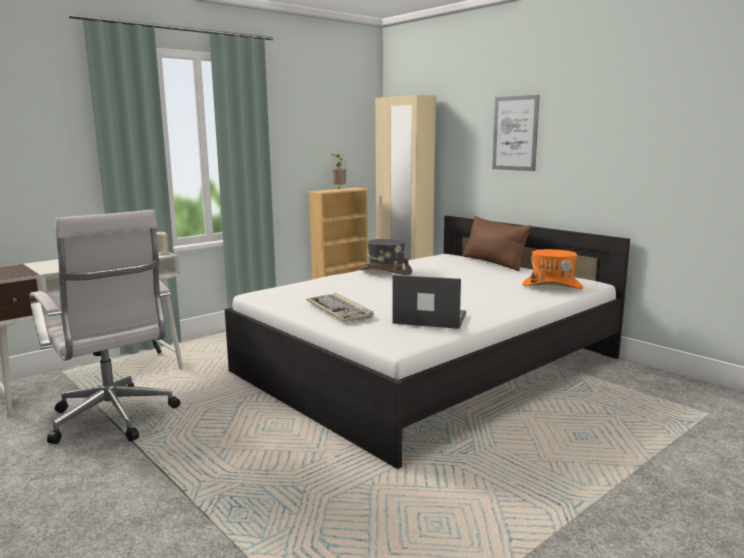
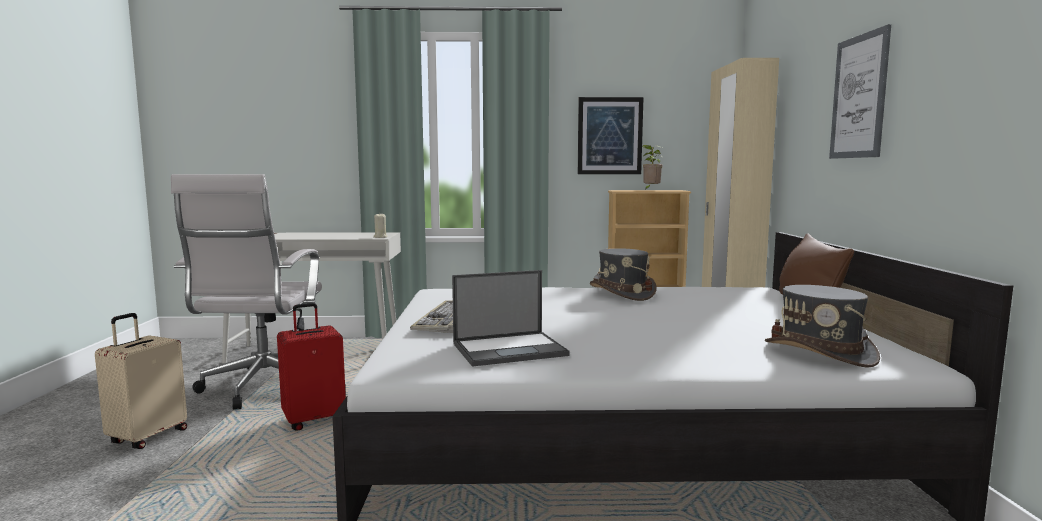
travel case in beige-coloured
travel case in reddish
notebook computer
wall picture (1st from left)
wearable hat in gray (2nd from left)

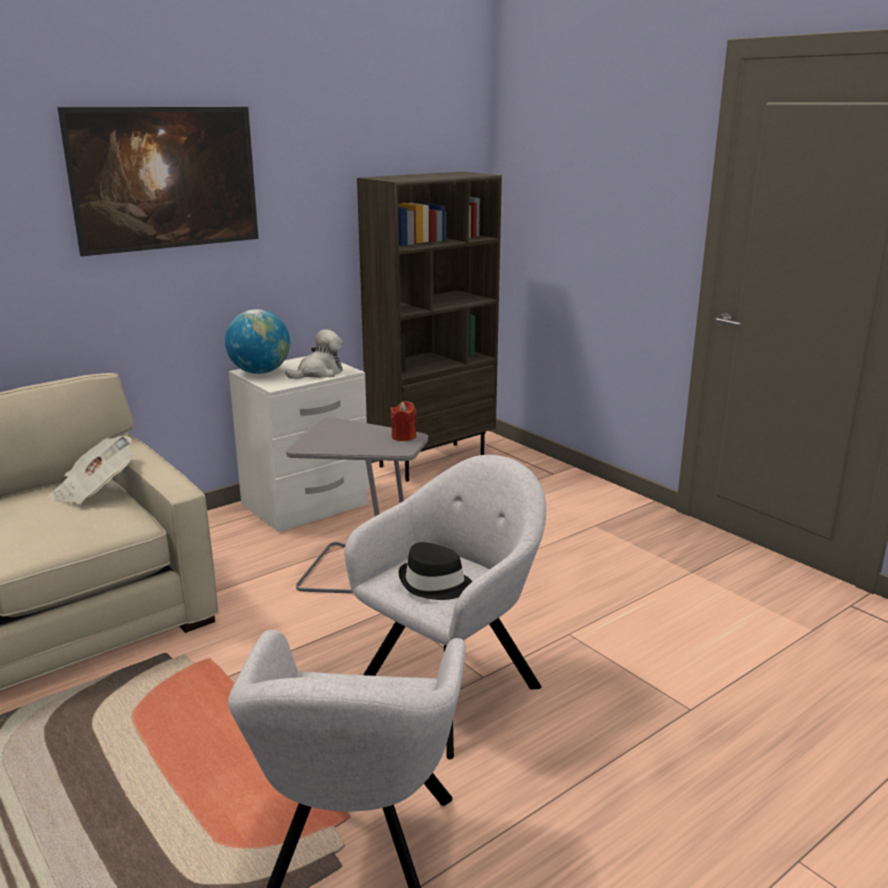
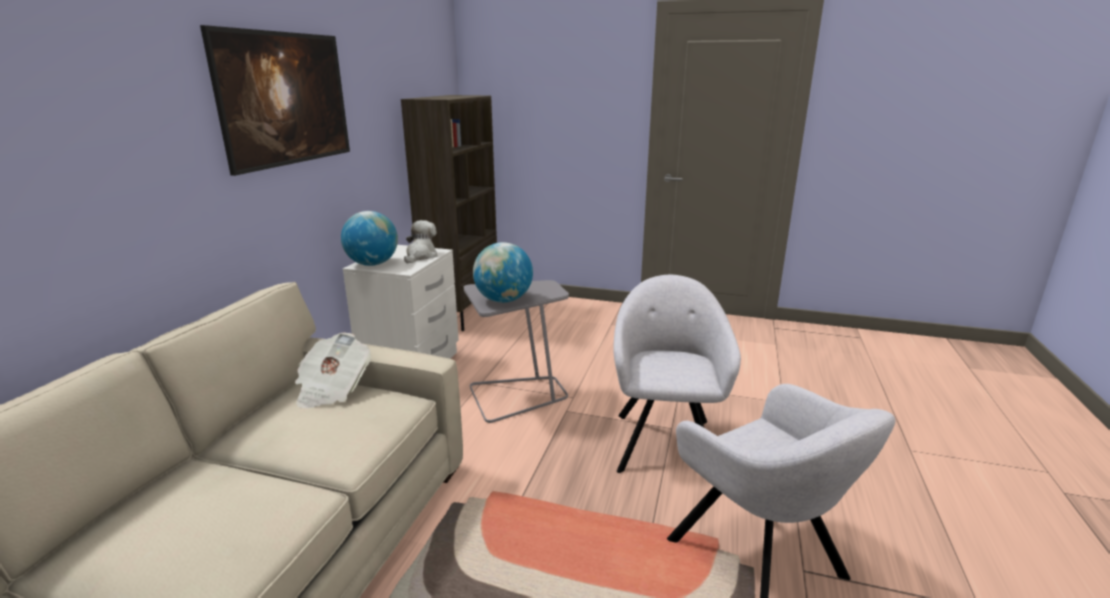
world globe (2nd from left)
candle in reddish
wearable hat in black

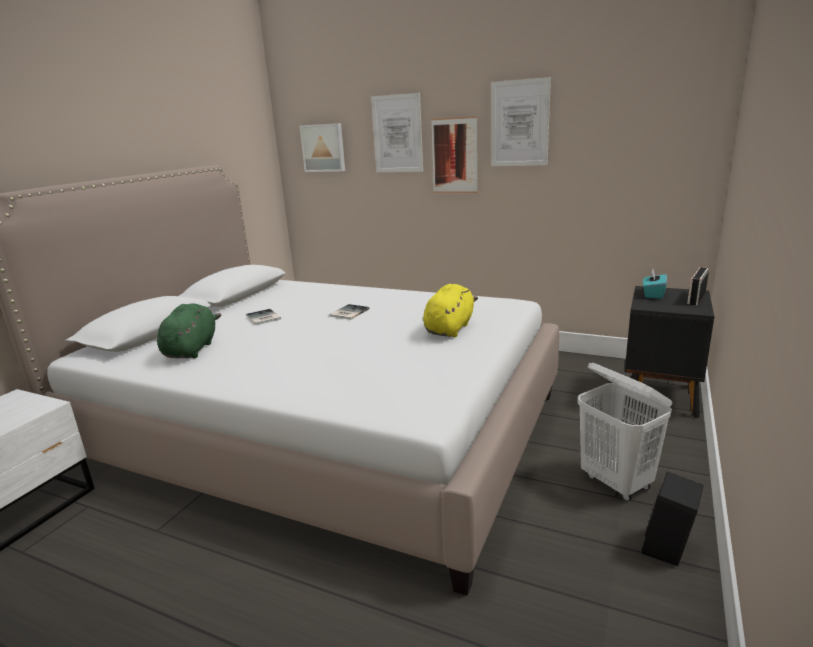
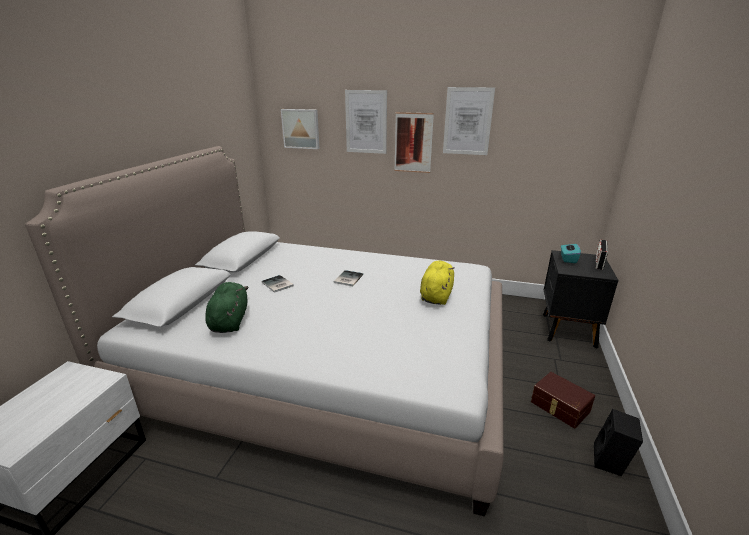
storage bin in brown

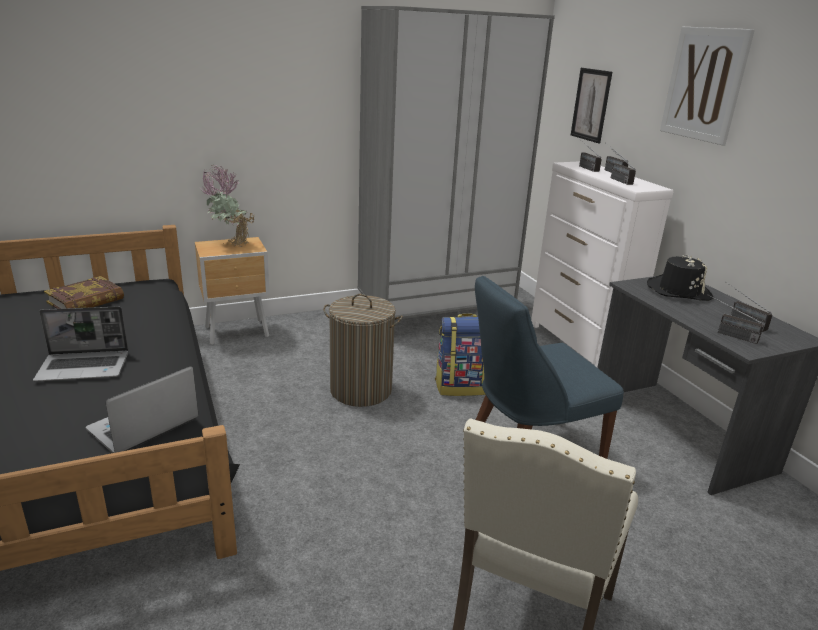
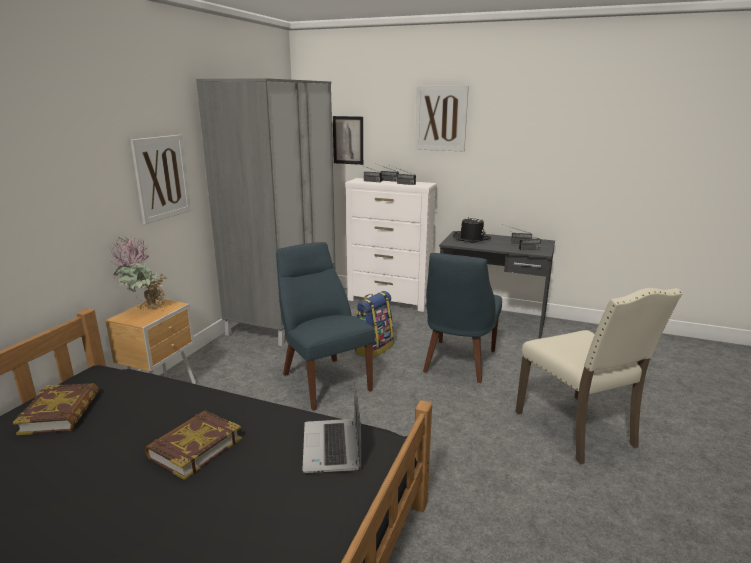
wall picture (1st from left)
volume (2nd from left)
chair in blue-coloured (1st from left)

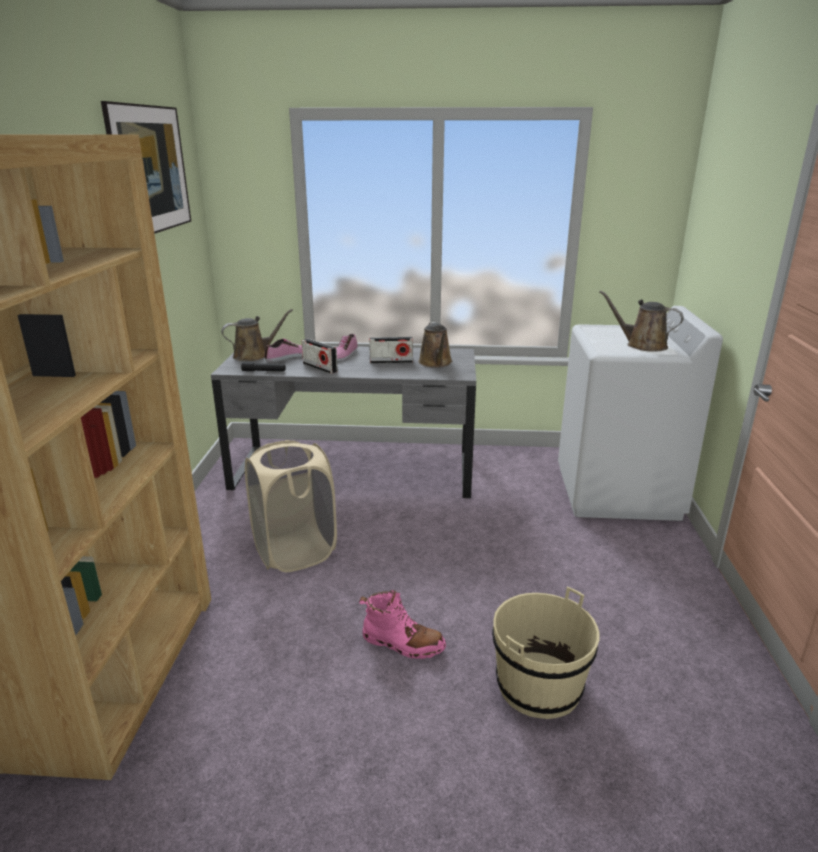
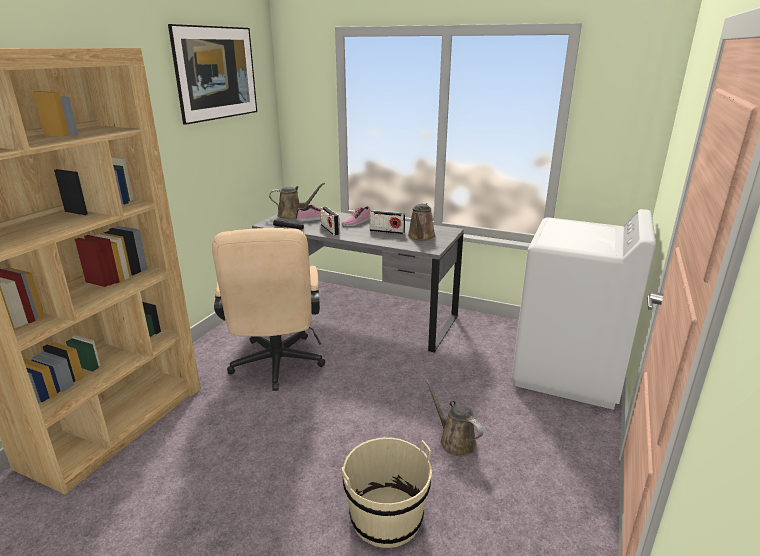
computer chair in beige-coloured
watering can in brown (3rd from left)
high-top boot in pink

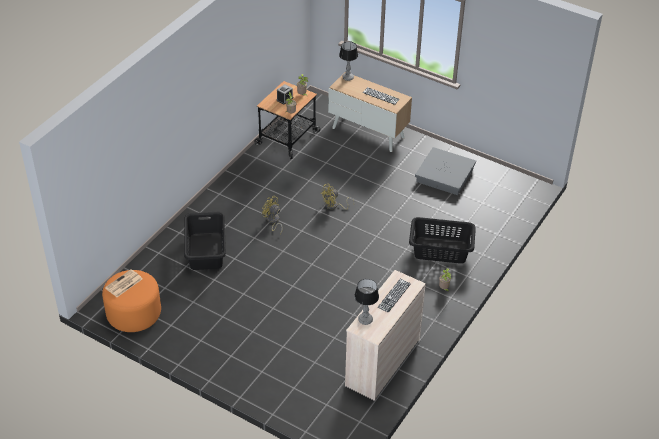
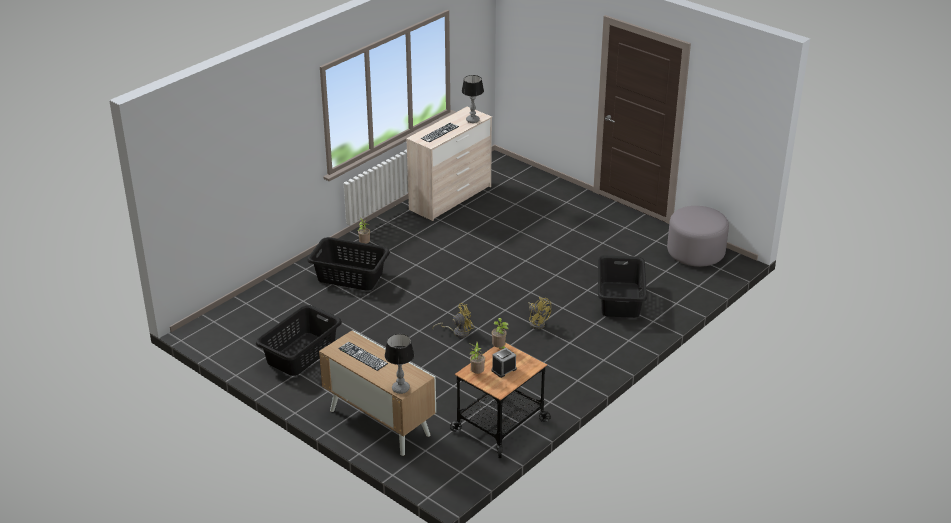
hamper in black (1st from left)
pouffe in gray
newspaper

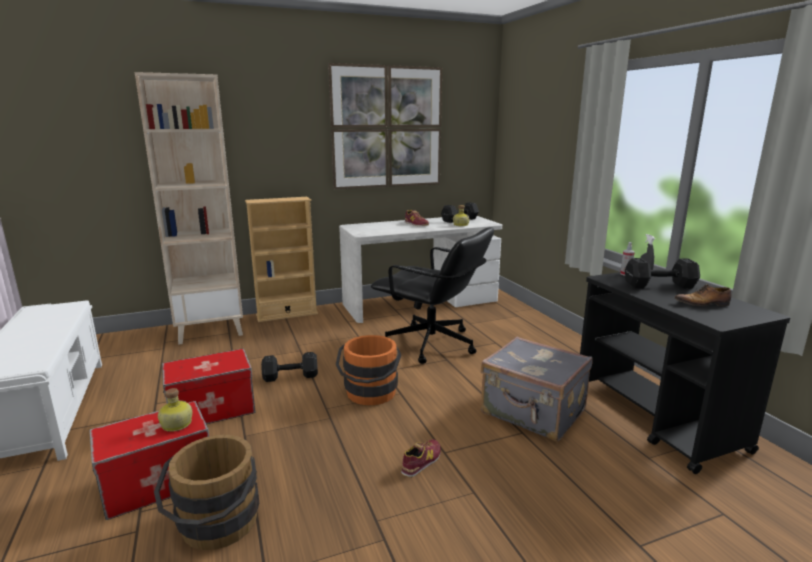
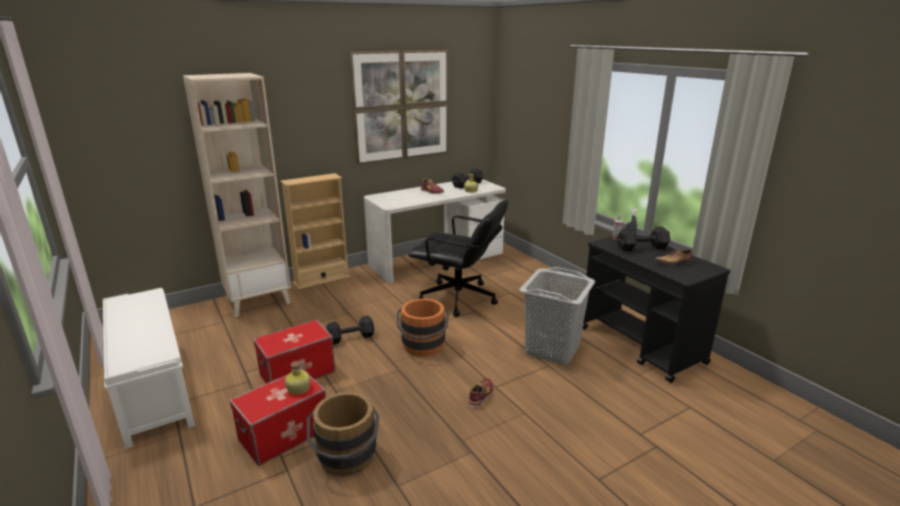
hamper in gray

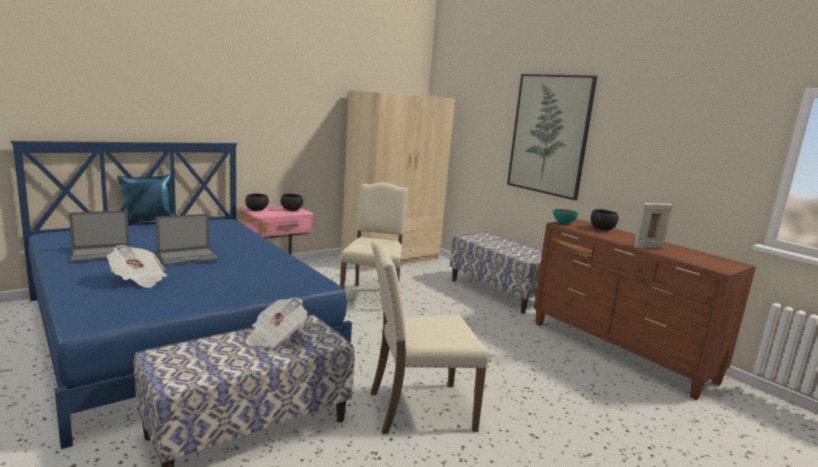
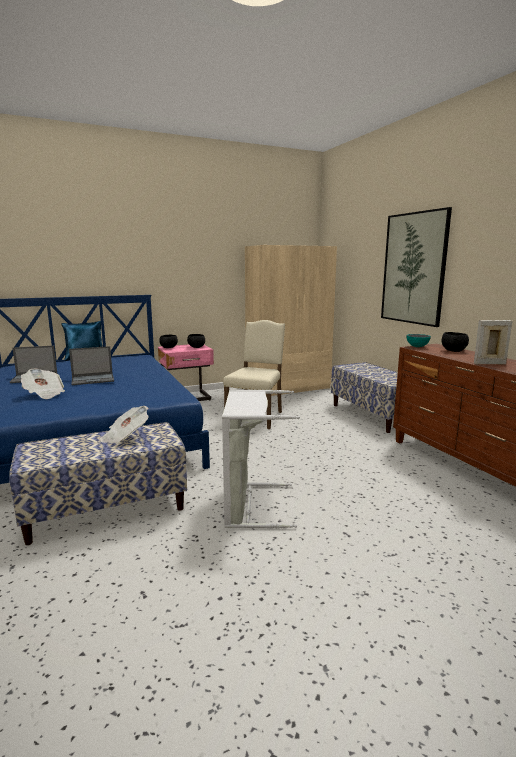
hamper in gray

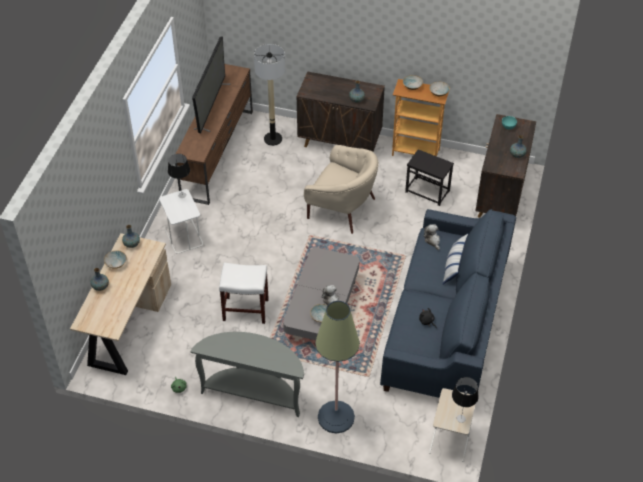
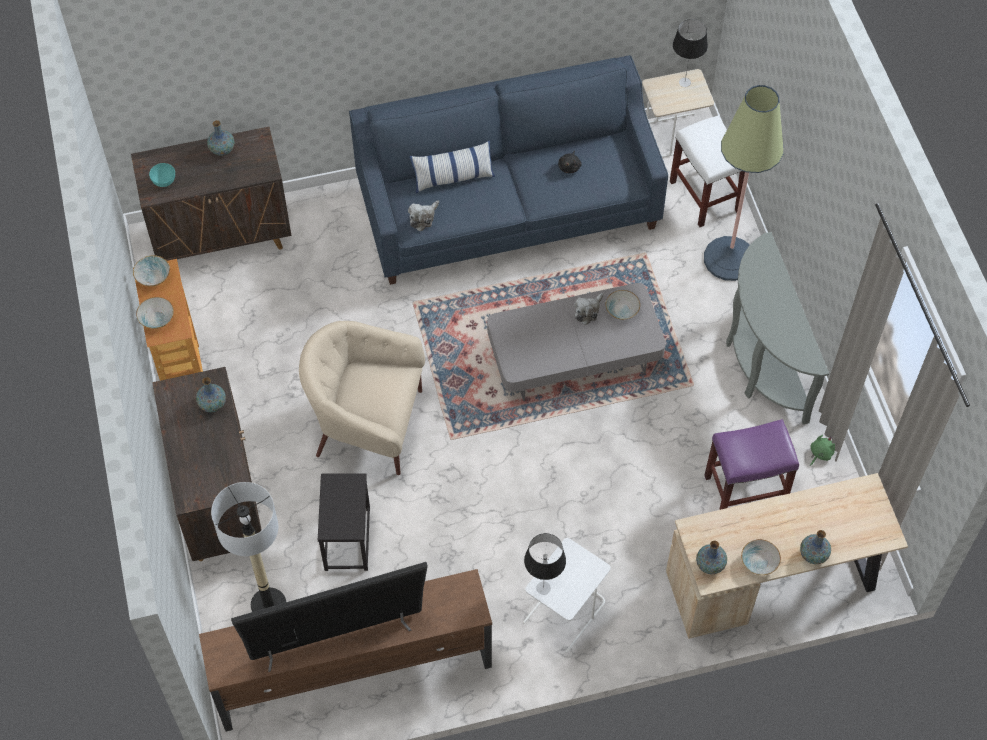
lounge chair in beige-coloured
accent table in black
sitting stool in whitish
sitting stool in purple

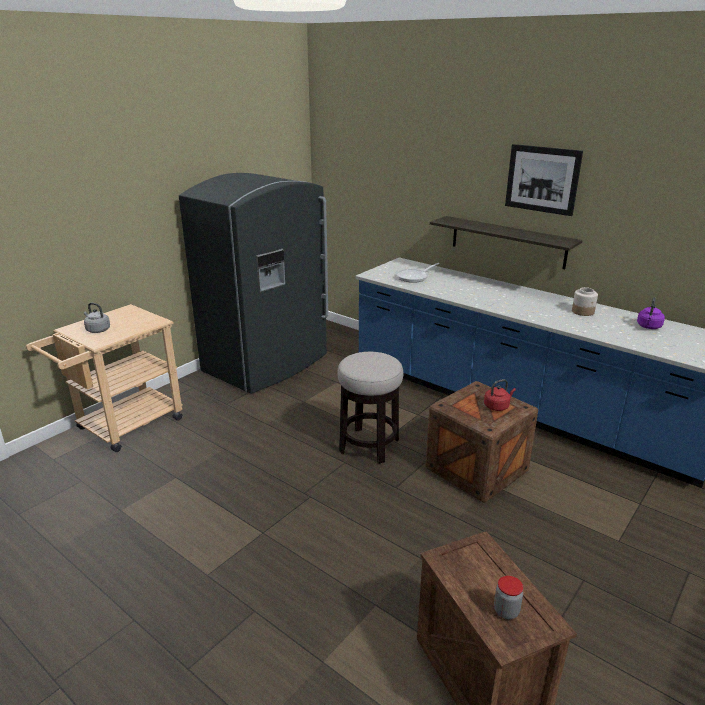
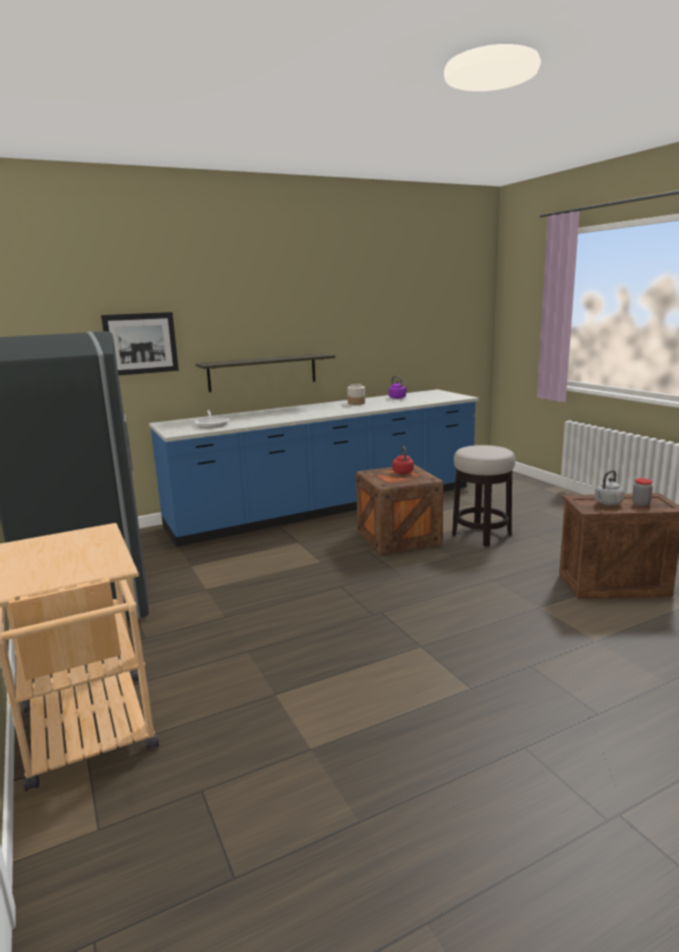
wall picture
sitting stool
kettle in gray

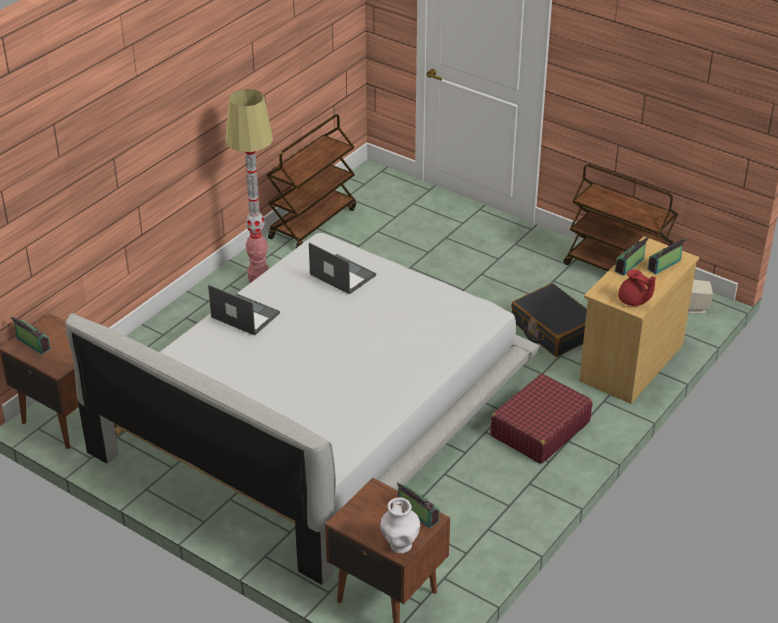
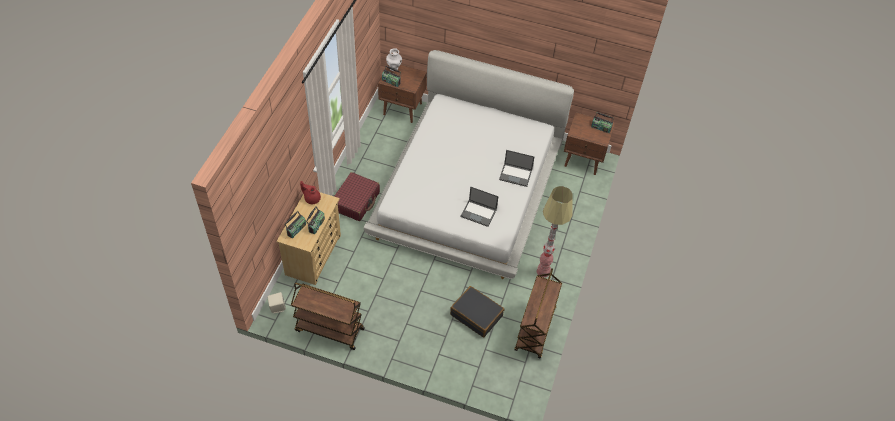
travel case in black

